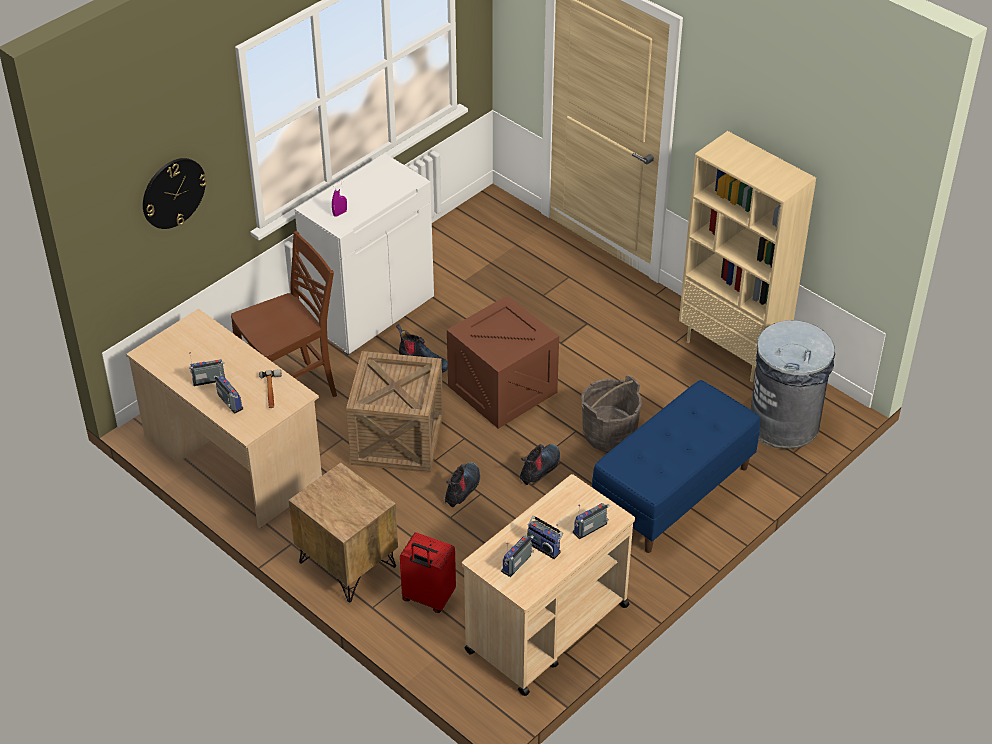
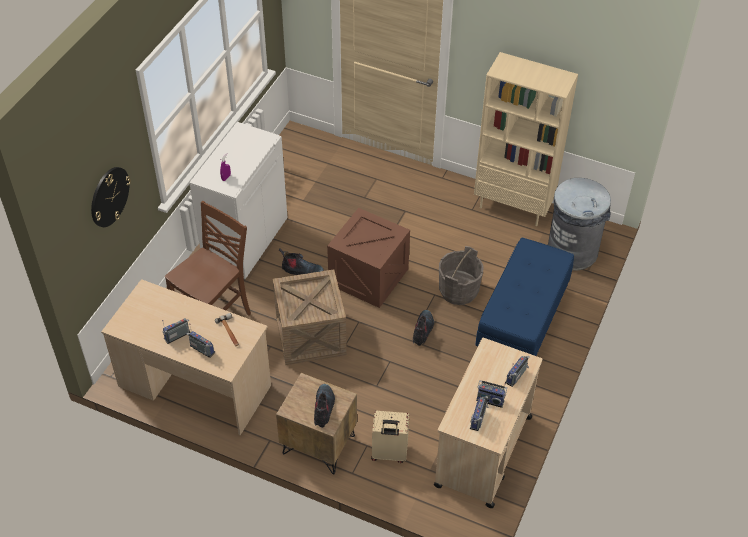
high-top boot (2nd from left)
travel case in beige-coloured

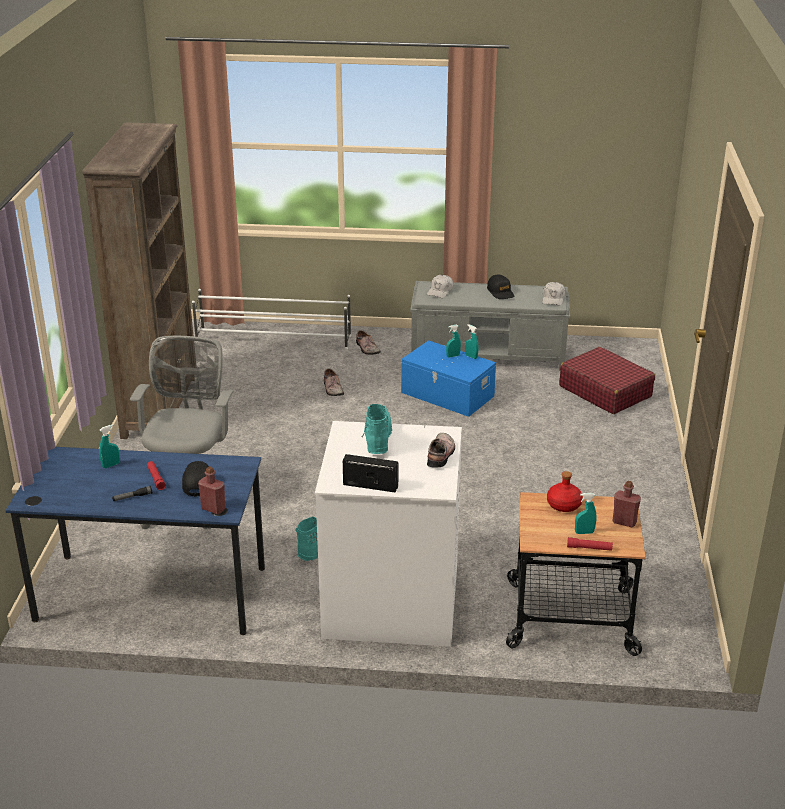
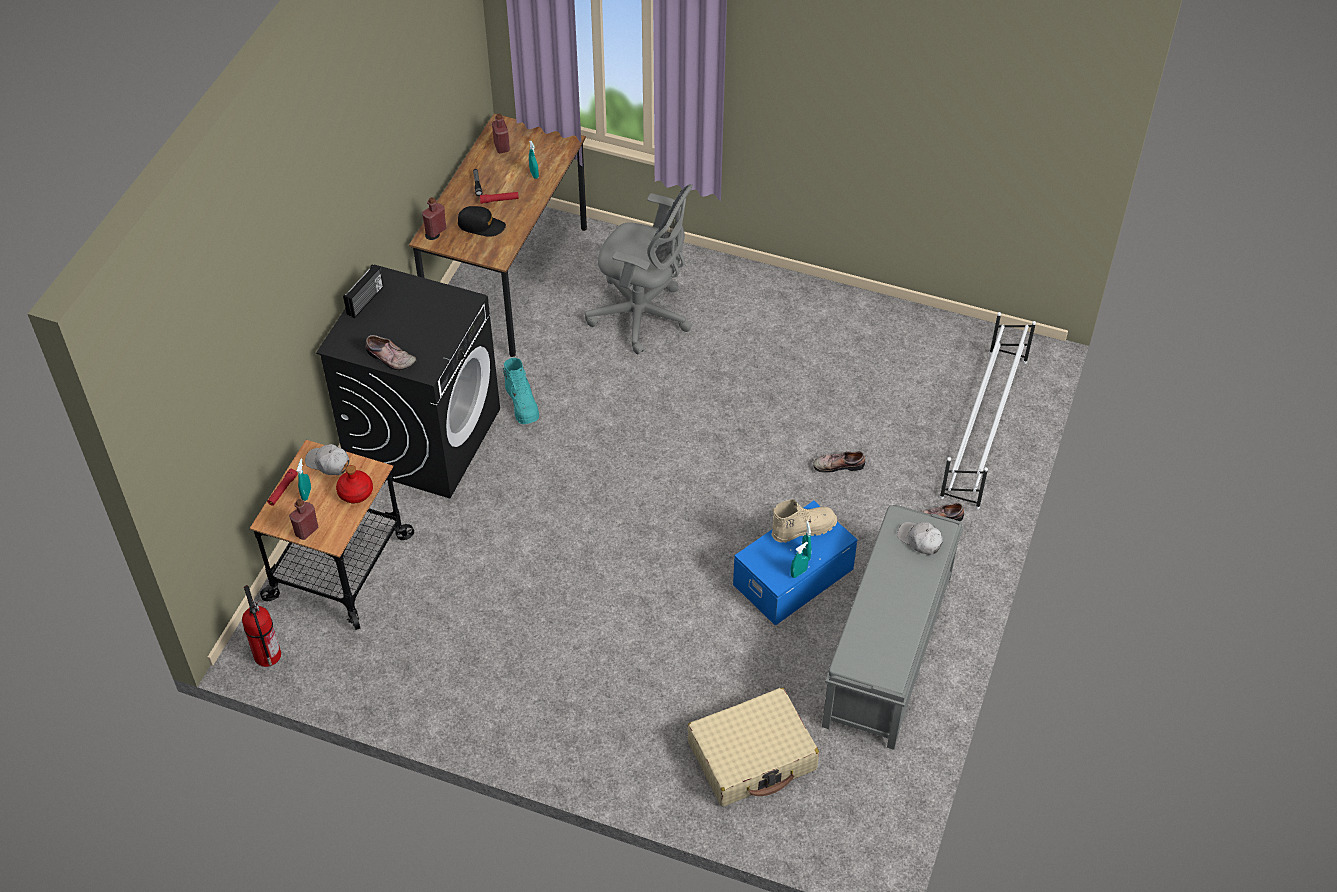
fire extinguisher
cap in whitish (1st from left)
washing machine in black
desk unit in brown
bottle in reddish (4th from left)
travel case in beige-coloured
high-top boot in beige-coloured
bookshelf in brown
high-top boot in turquoise (2nd from left in the first image)
cap in black (2nd from left in the first image)

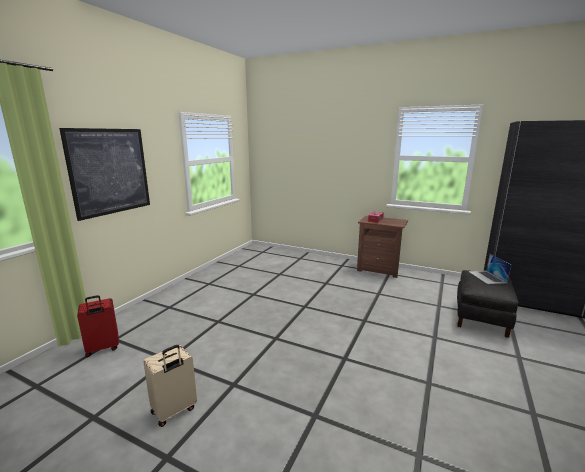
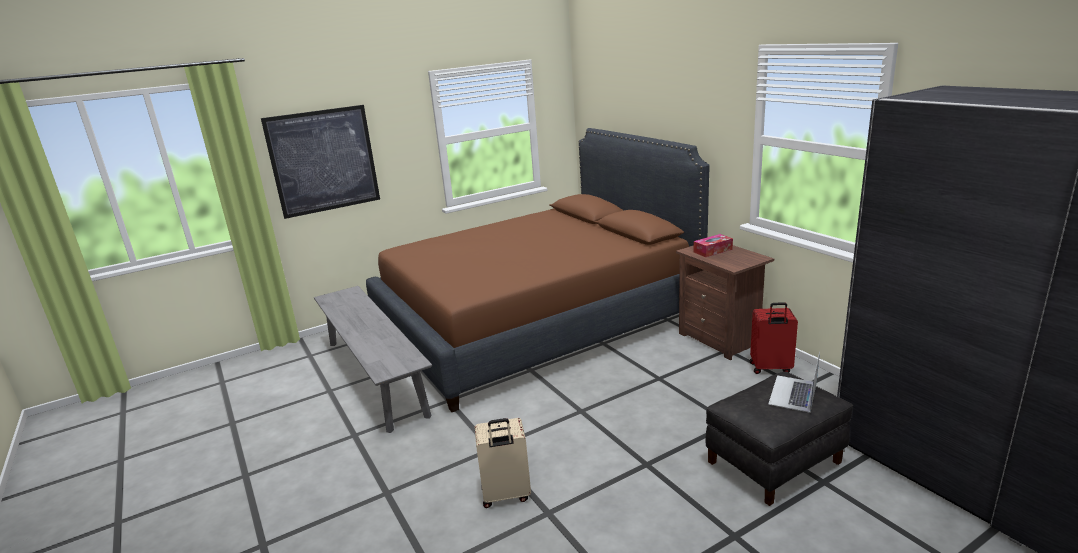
indoor bench in gray
bedroom bed in brown
travel case in beige-coloured
travel case in reddish

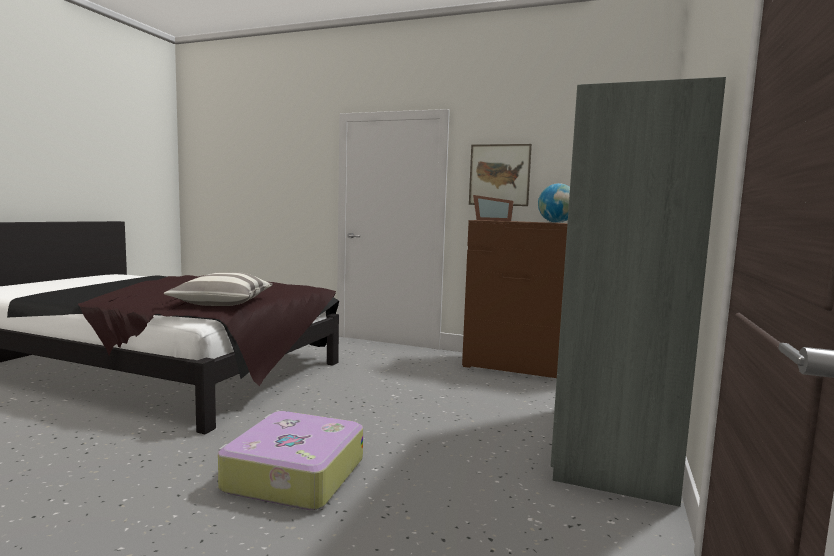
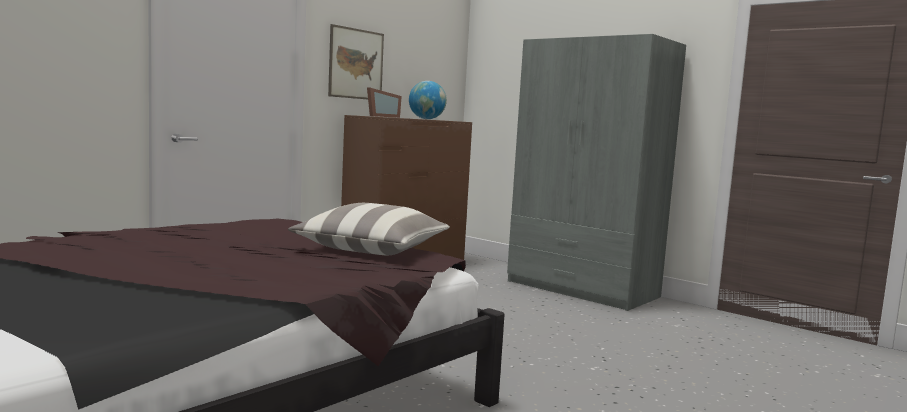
travel case

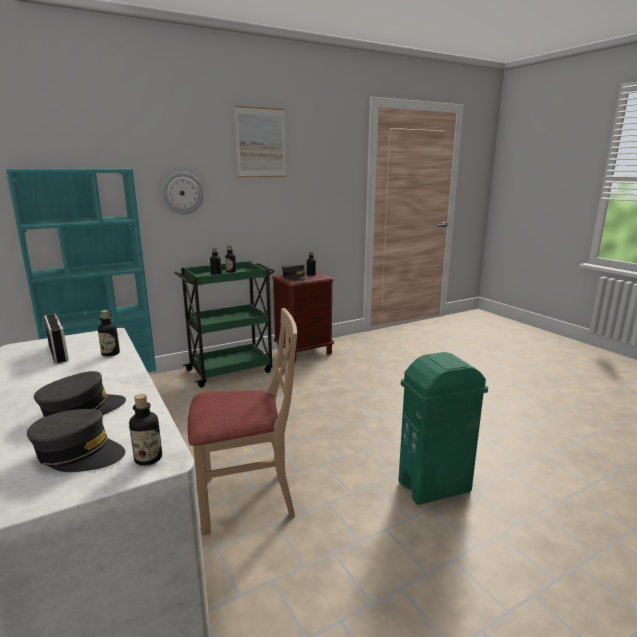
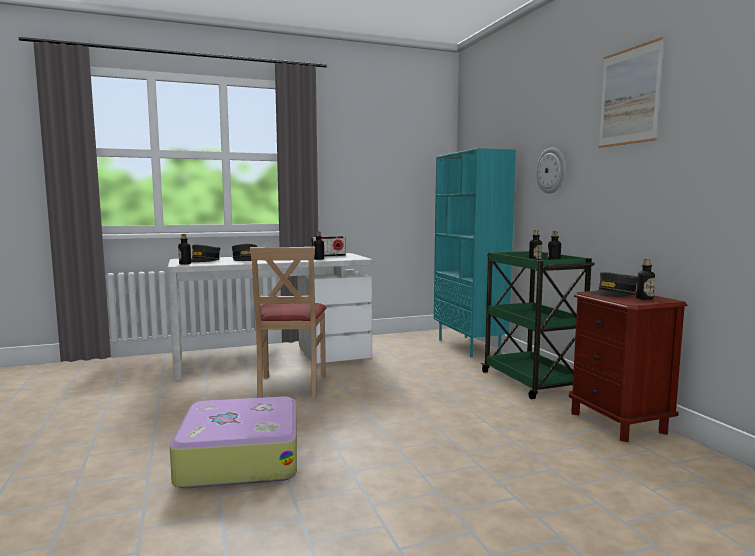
travel case

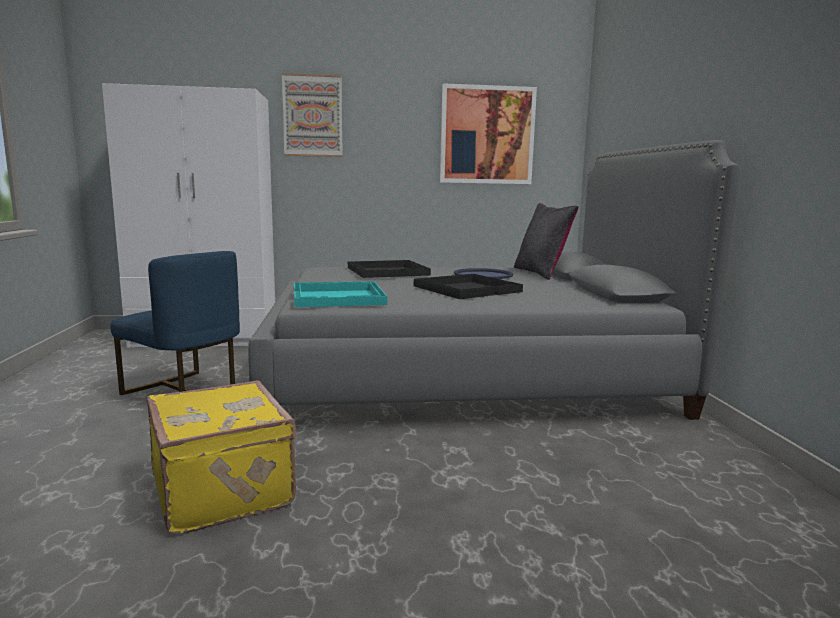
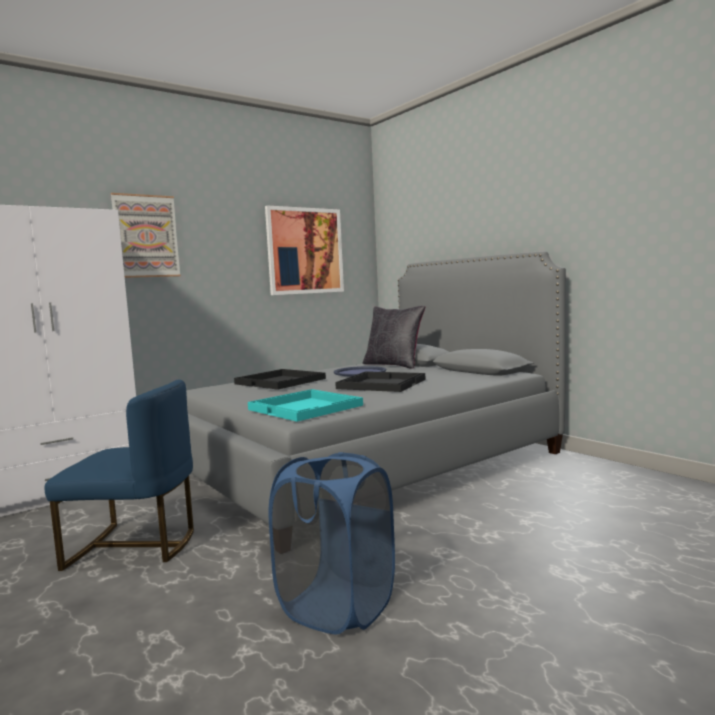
hamper in blue-coloured

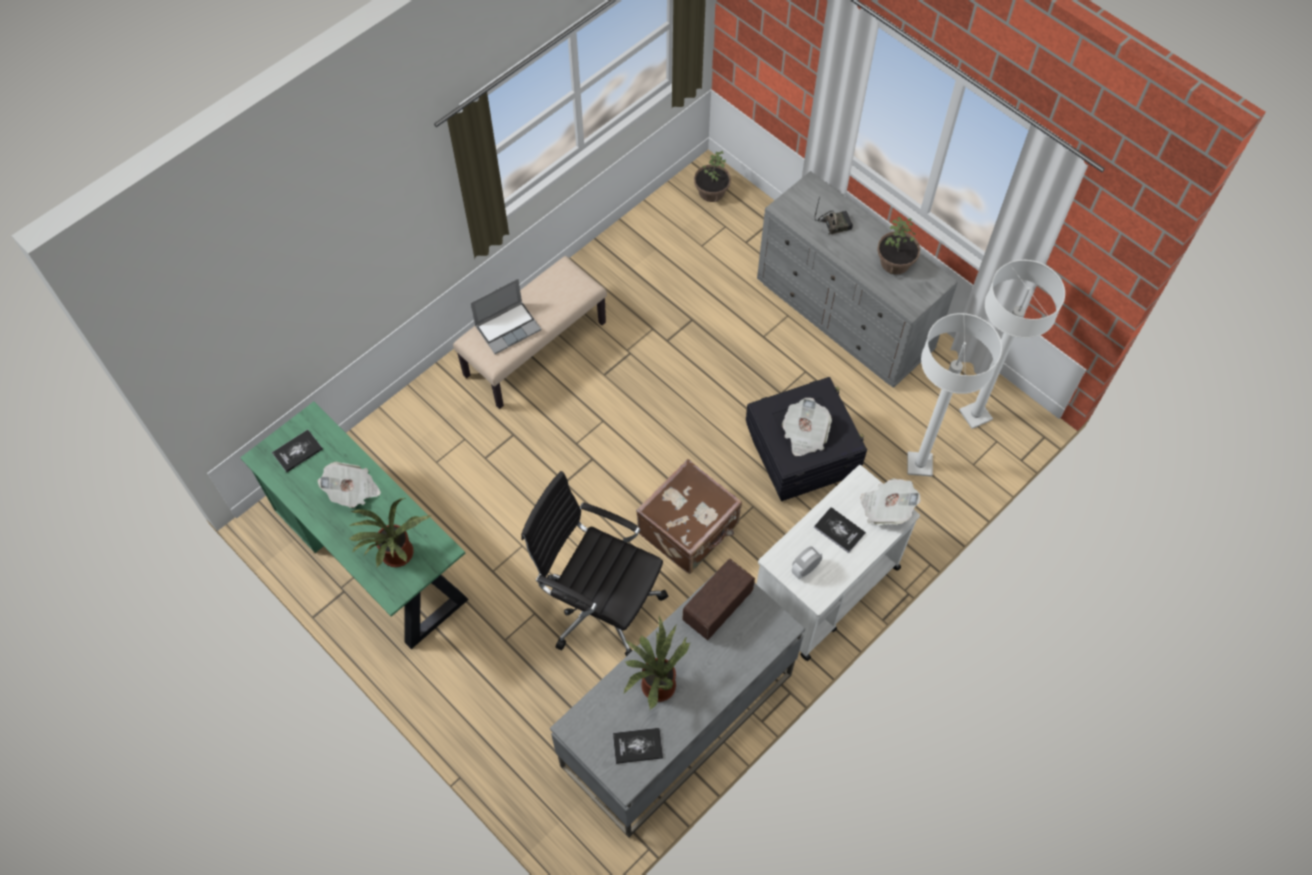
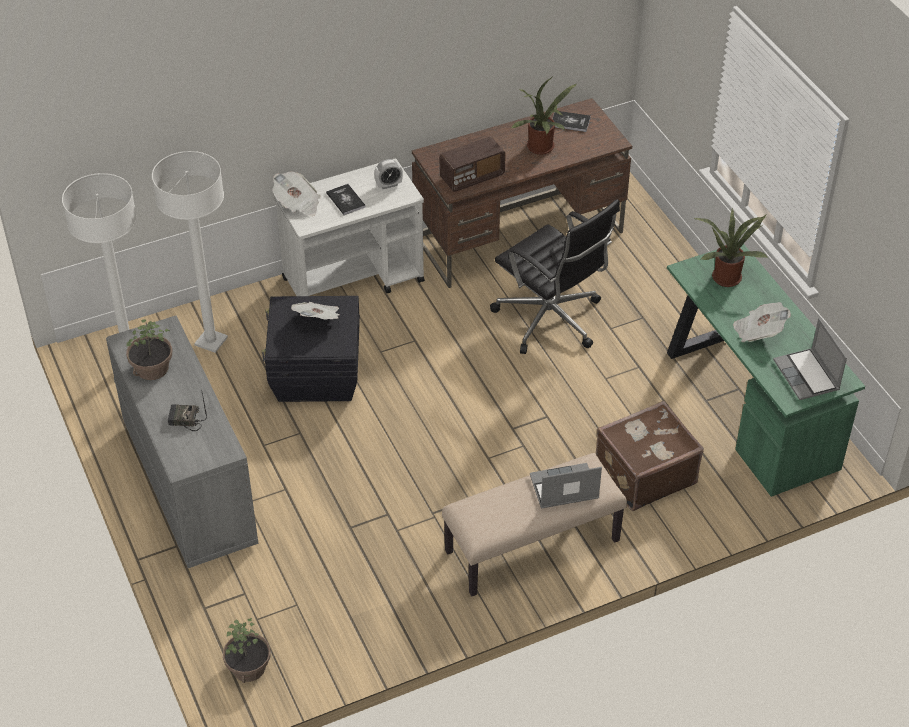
desk unit in brown
travel case in brown
notebook computer (2nd from left)

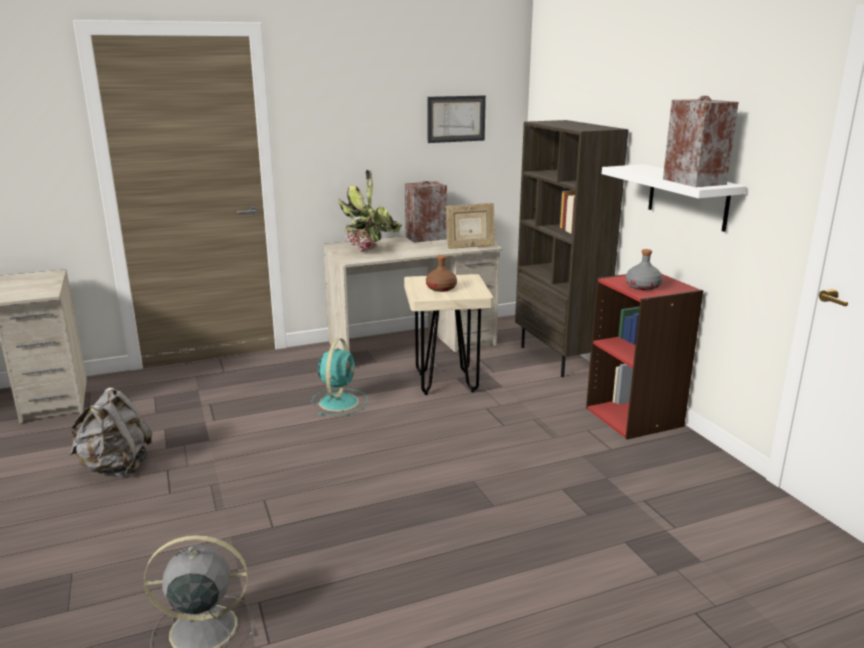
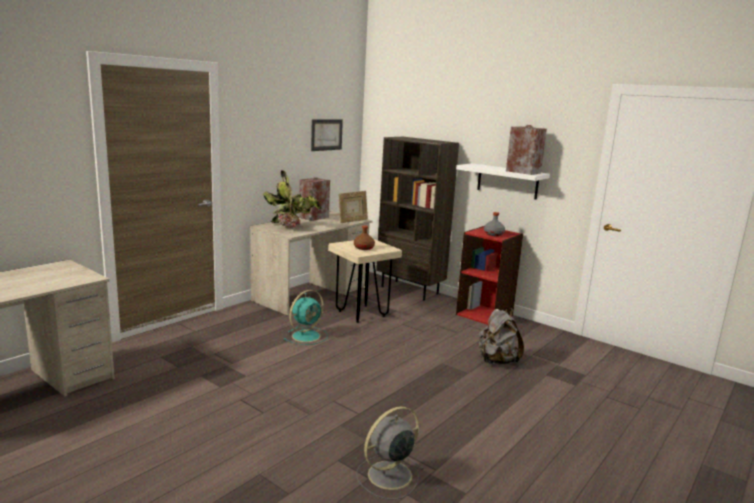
cooling fan in turquoise
rucksack in gray

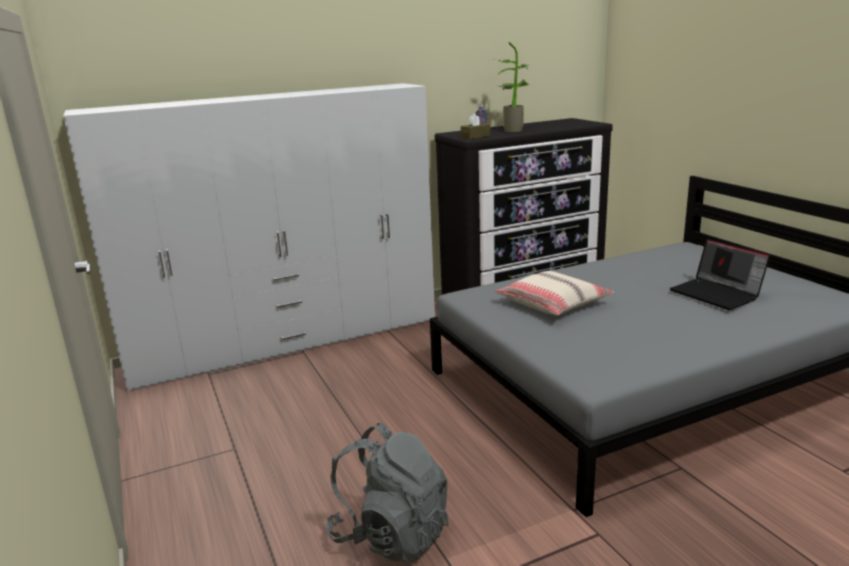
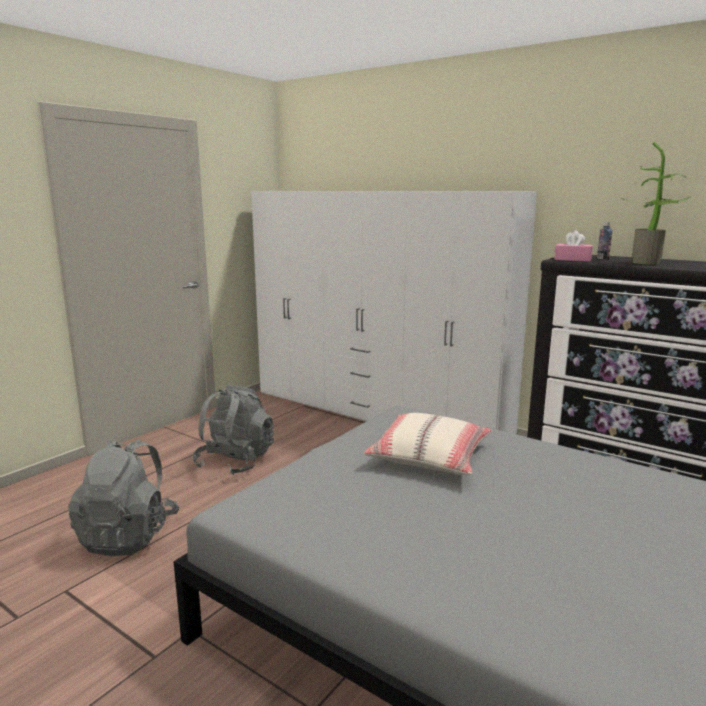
rucksack in gray (2nd from left)
box of tissues in pink
notebook computer

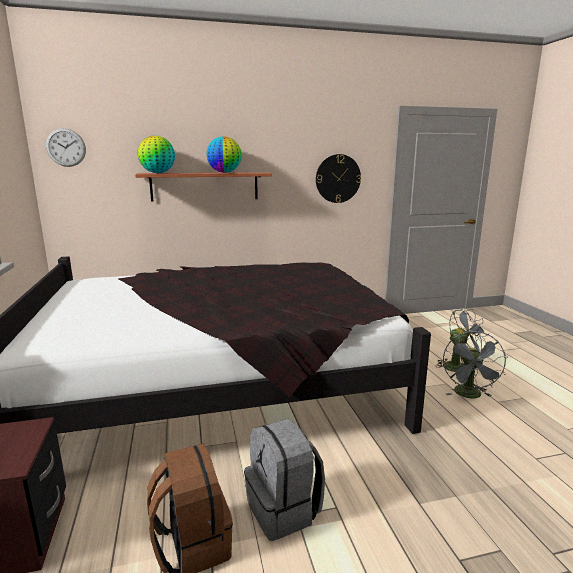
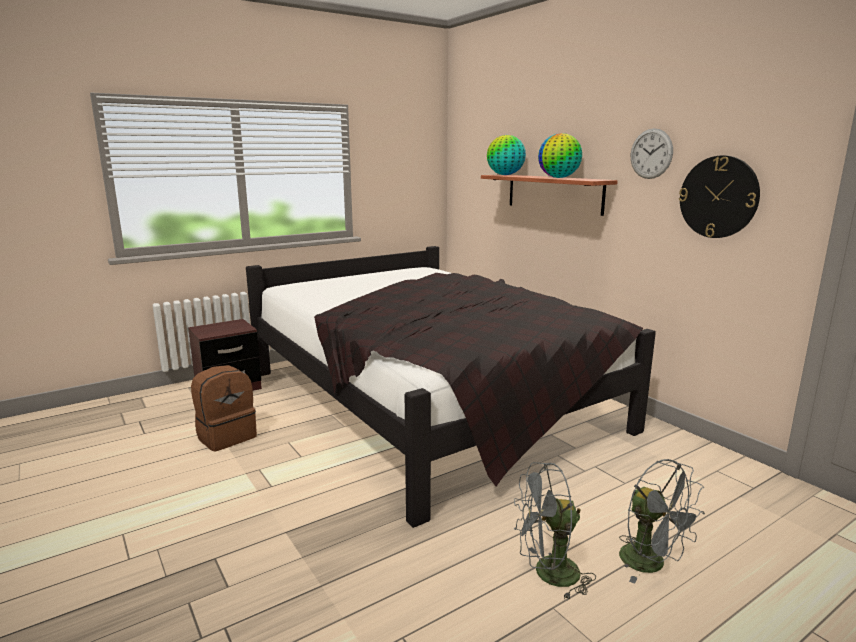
hanging clock (1st from left)
rucksack in gray

